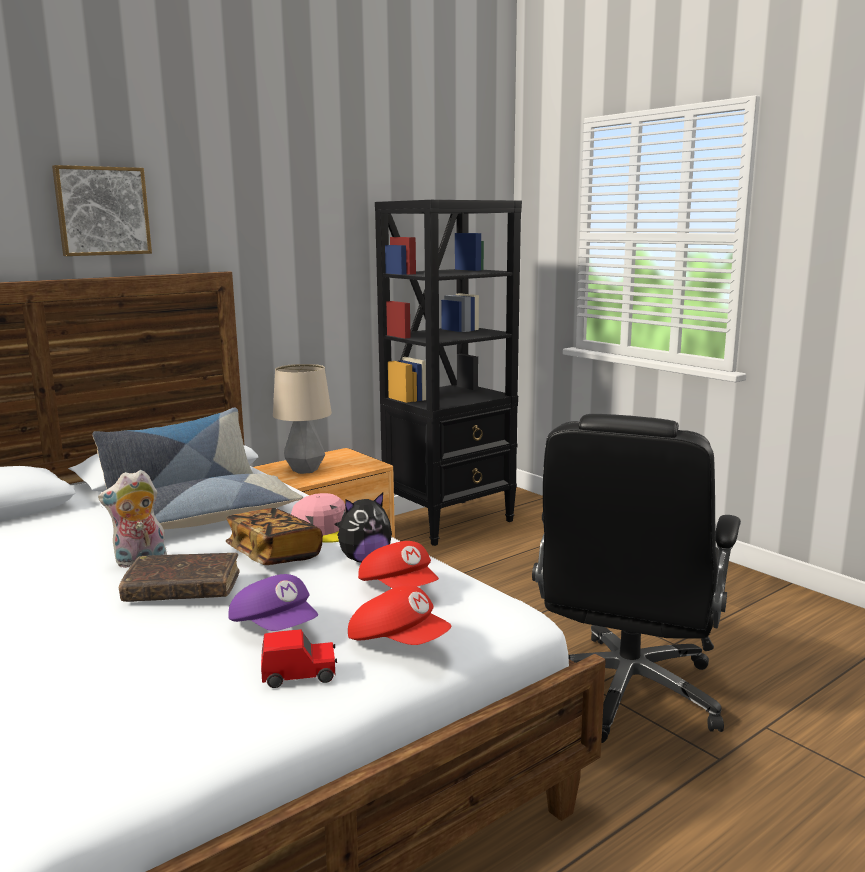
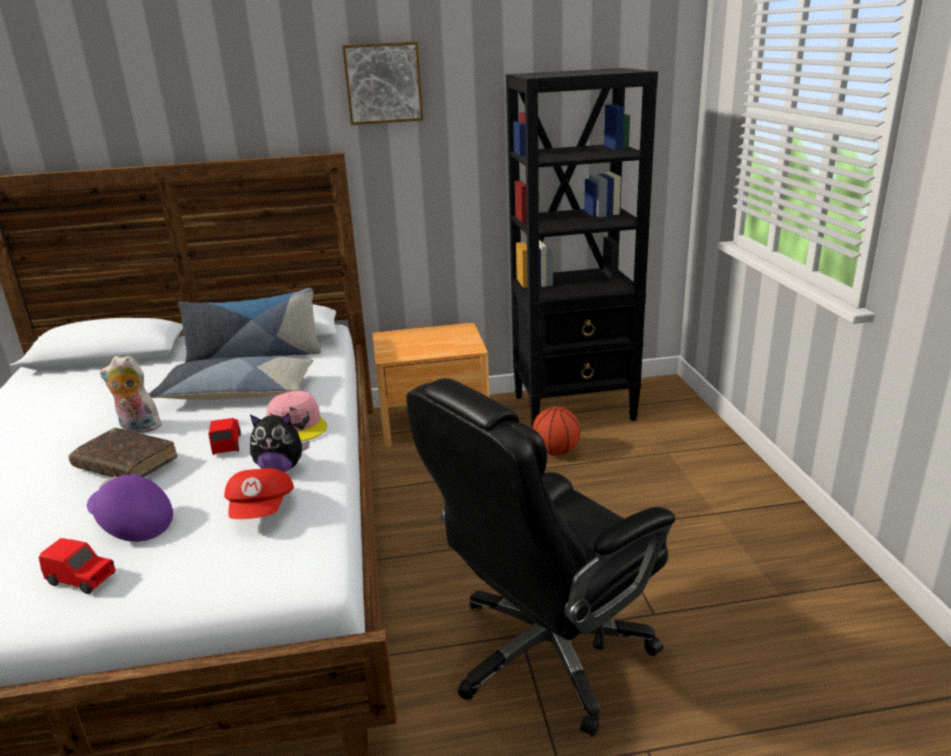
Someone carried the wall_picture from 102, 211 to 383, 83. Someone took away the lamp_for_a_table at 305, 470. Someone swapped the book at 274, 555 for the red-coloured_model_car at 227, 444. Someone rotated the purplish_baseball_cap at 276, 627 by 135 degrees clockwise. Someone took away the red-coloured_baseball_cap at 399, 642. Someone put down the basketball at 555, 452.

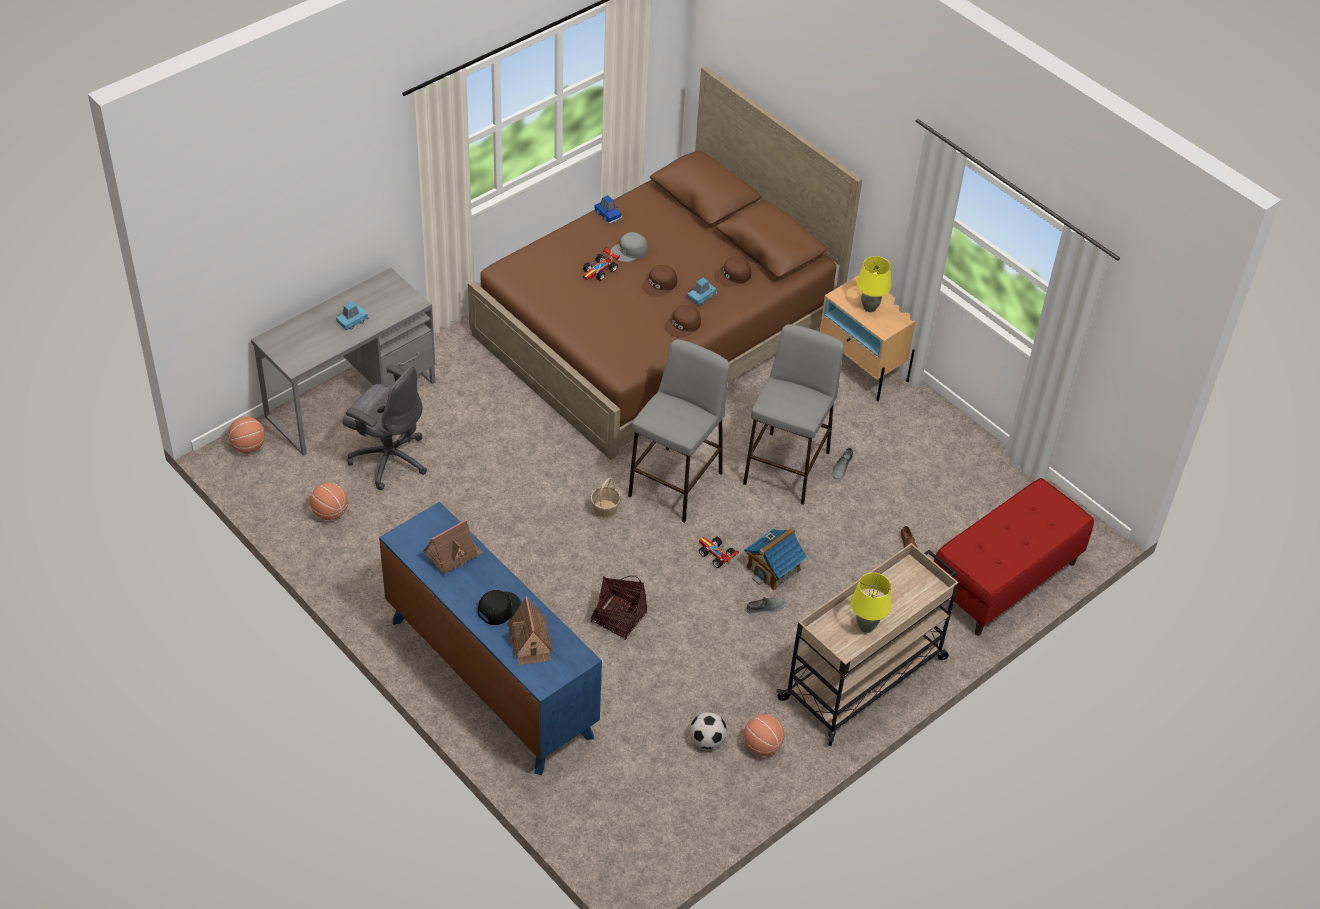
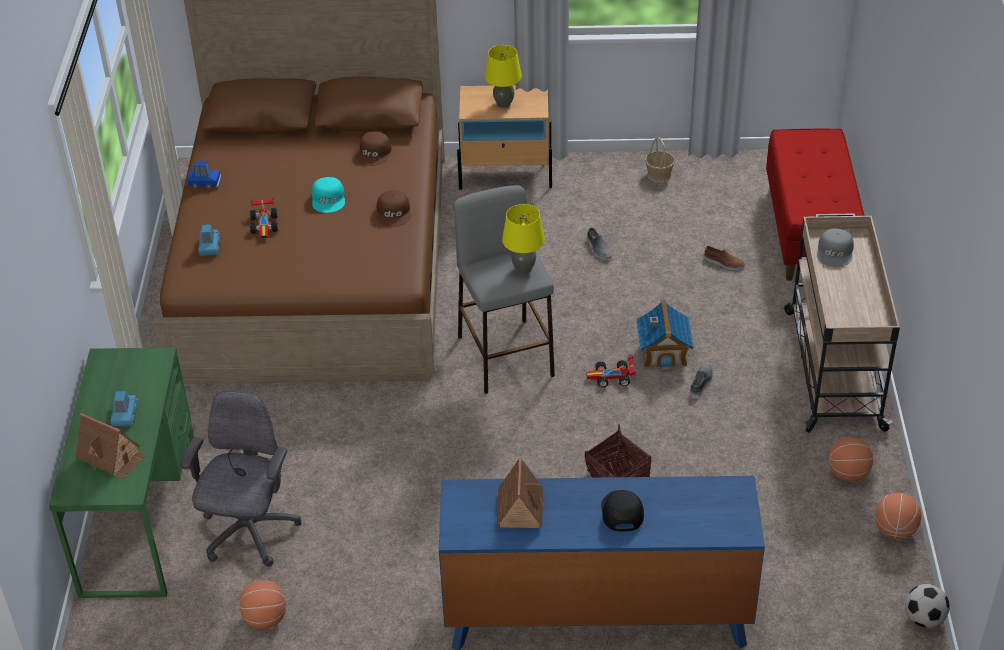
Someone carried the gray_baseball_cap from 629, 251 to 835, 252. Someone repainted the brown-coloured_baseball_cap at 660, 284, which became the turquoise_baseball_cap at 329, 199. Someone repainted the gray_desk_table at 351, 399, which became the green_desk_table at 140, 516. Someone carried the blue_model_car from 701, 296 to 209, 247. Someone took away the gray_sitting_stool at 787, 467. Someone rotated the gray_desk_chair at 388, 459 by 60 degrees counterclockwise. Someone carried the basketball from 248, 446 to 895, 530. Someone carried the basket from 605, 510 to 659, 175. Someone carried the yellow-coloured_lamp_for_a_table from 866, 627 to 524, 269. Someone carried the toy_house from 530, 642 to 111, 457. Someone carried the football_ball from 707, 740 to 923, 619.

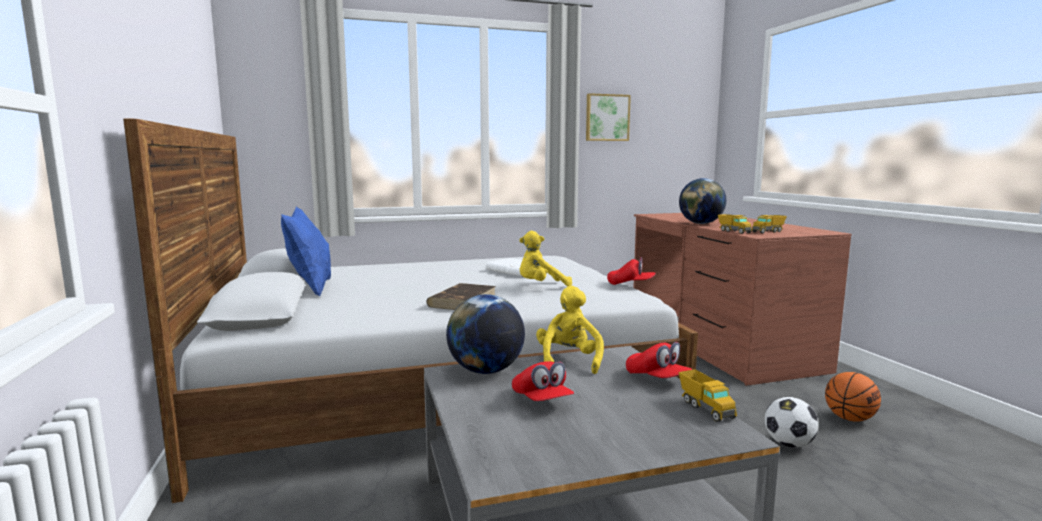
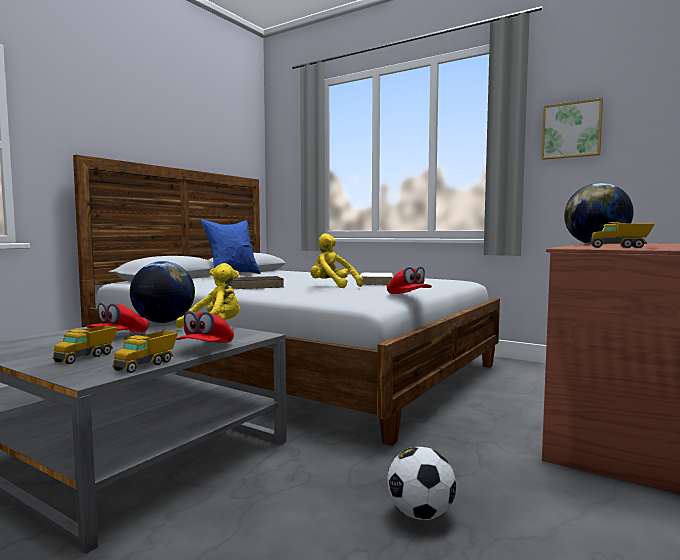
Someone carried the model_truck from 733, 231 to 87, 357. Someone took away the basketball at 849, 418.

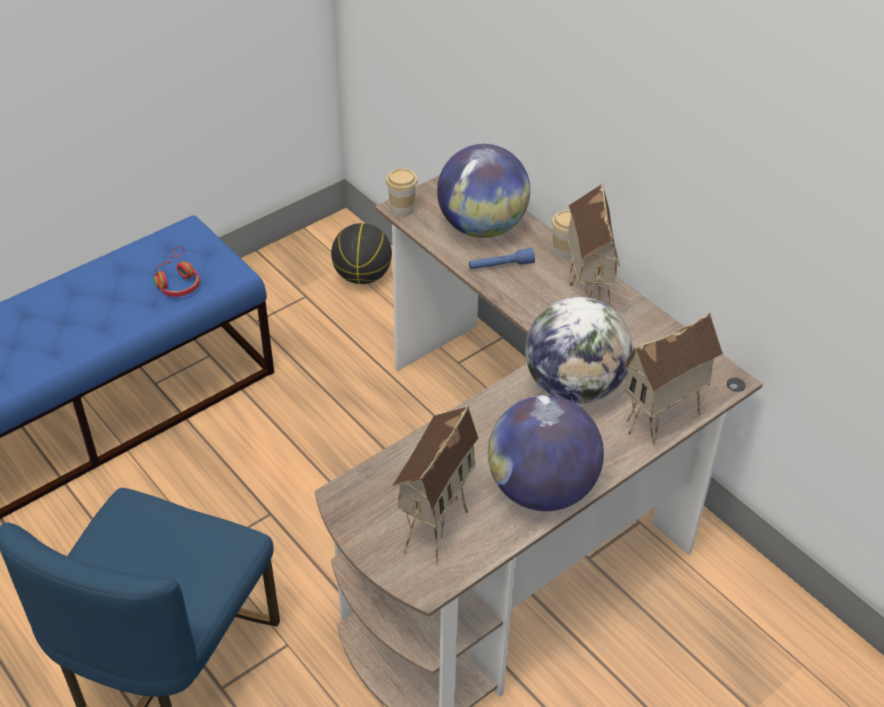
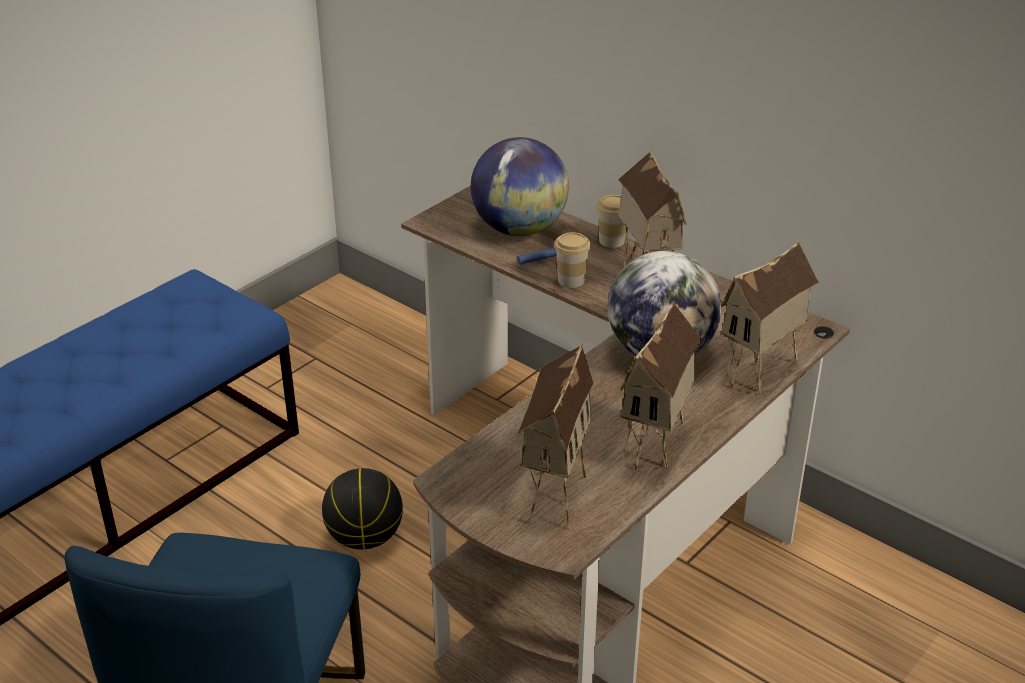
Someone carried the drinking_cup from 402, 209 to 571, 280. Someone carried the basketball from 363, 276 to 365, 537. Someone took away the red-coloured_headphones at 178, 281. Someone swapped the world_globe at 541, 489 for the toy_house at 657, 446.

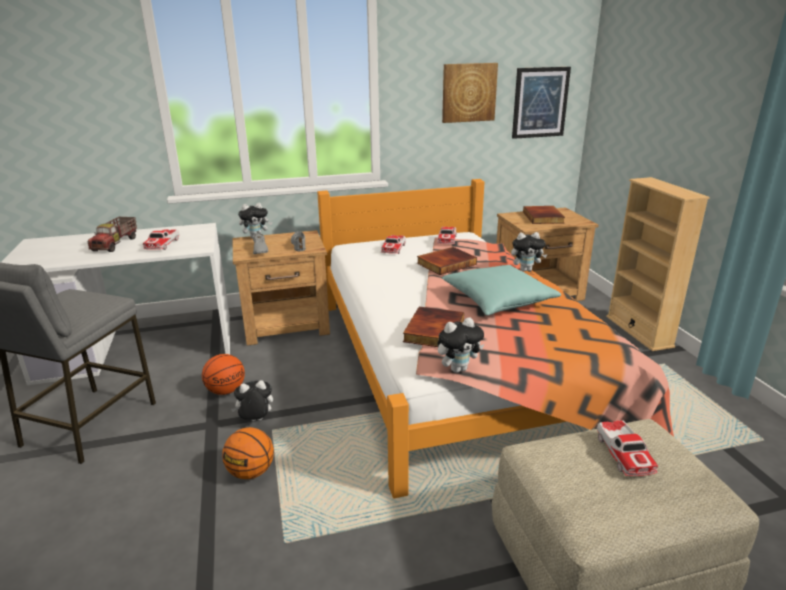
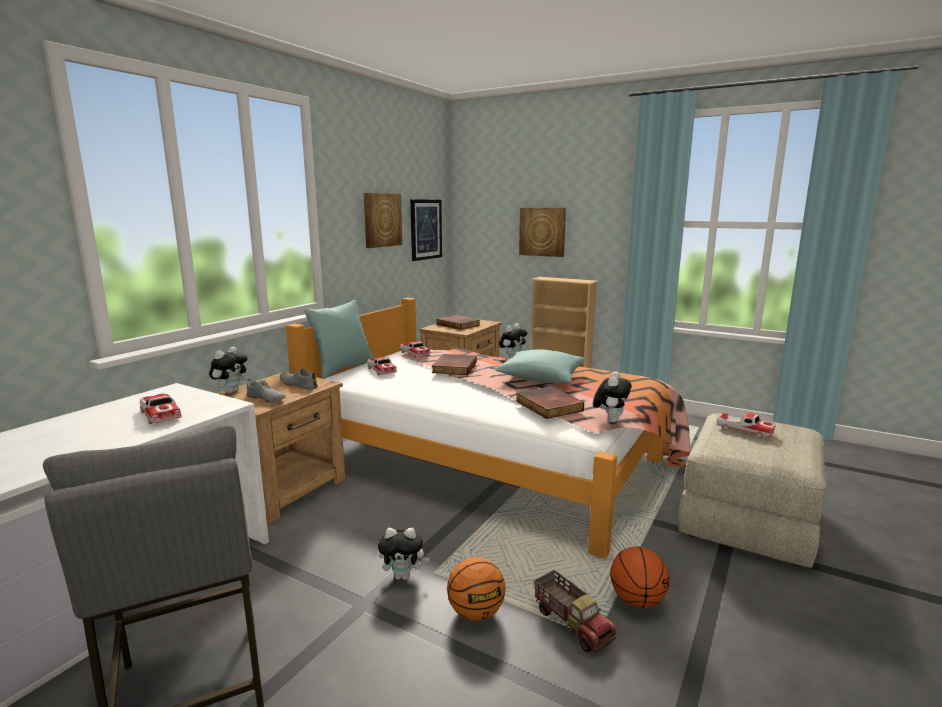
Someone carried the model_truck from 116, 244 to 572, 623. Someone carried the basketball from 226, 391 to 636, 600. Someone rotated the soft_toy at 255, 421 by 120 degrees counterclockwise. Someone put up the wall_picture at 542, 231. Someone put down the turquoise_pillow at 343, 368.

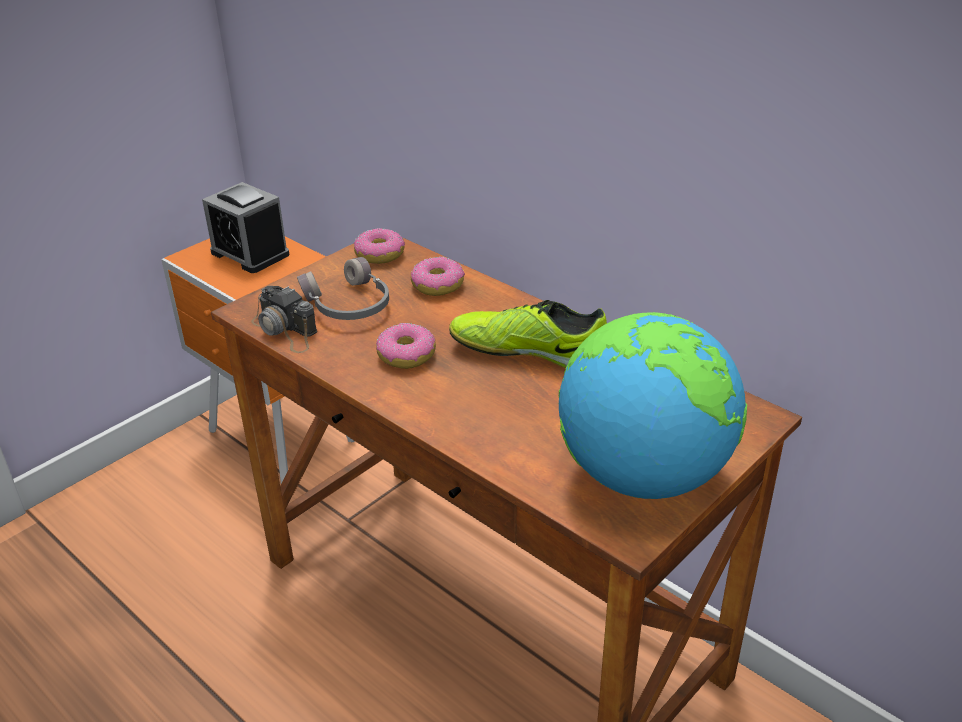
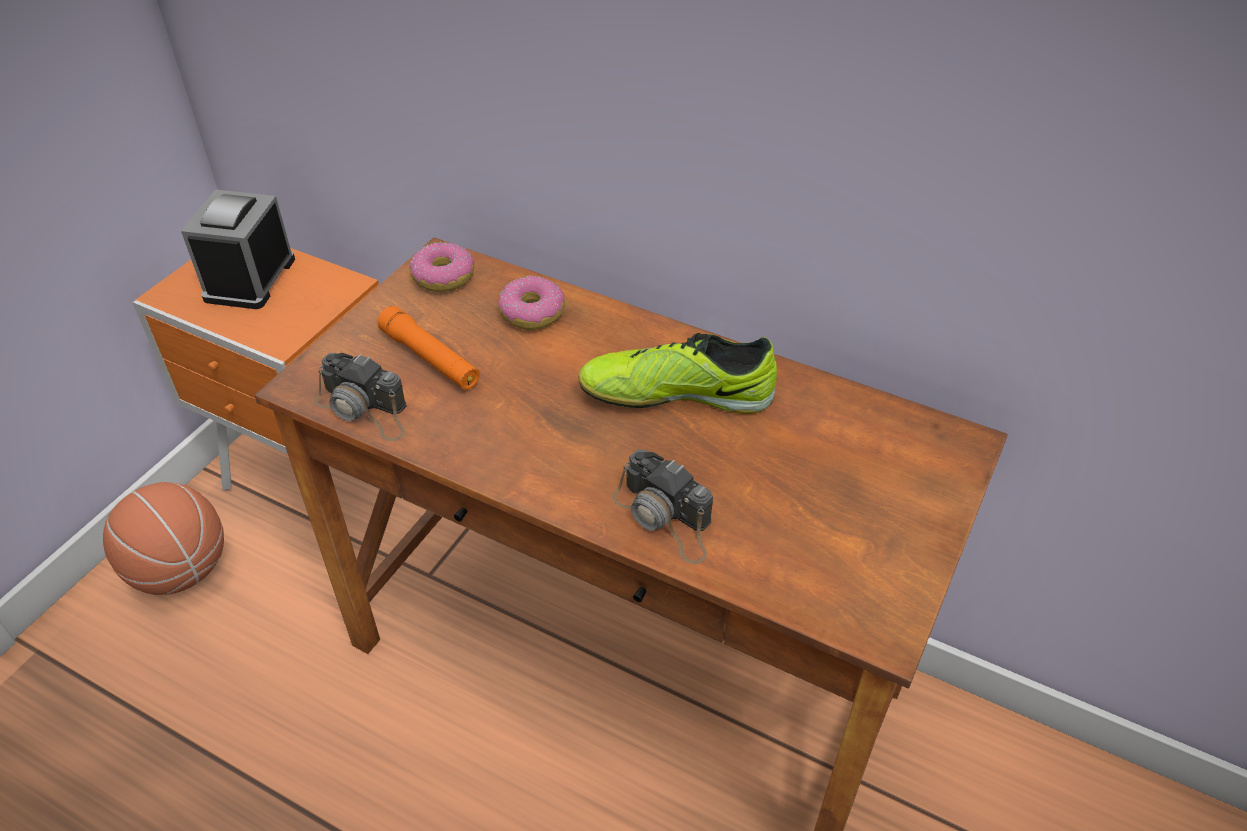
Someone rotated the table_clock at 250, 254 by 75 degrees clockwise. Someone swapped the gray_headphones at 347, 305 for the orangey_hand_torch at 430, 359. Someone took away the world_globe at 643, 475. Someone took away the doughnut at 406, 355. Someone put down the still_camera at 665, 518. Someone put down the basketball at 180, 570.

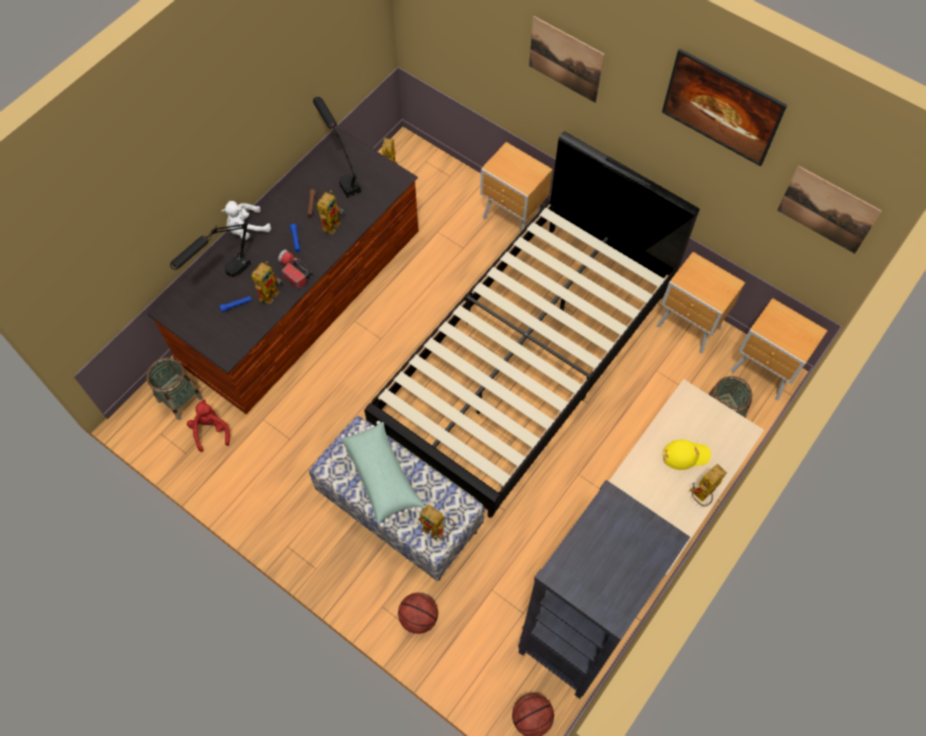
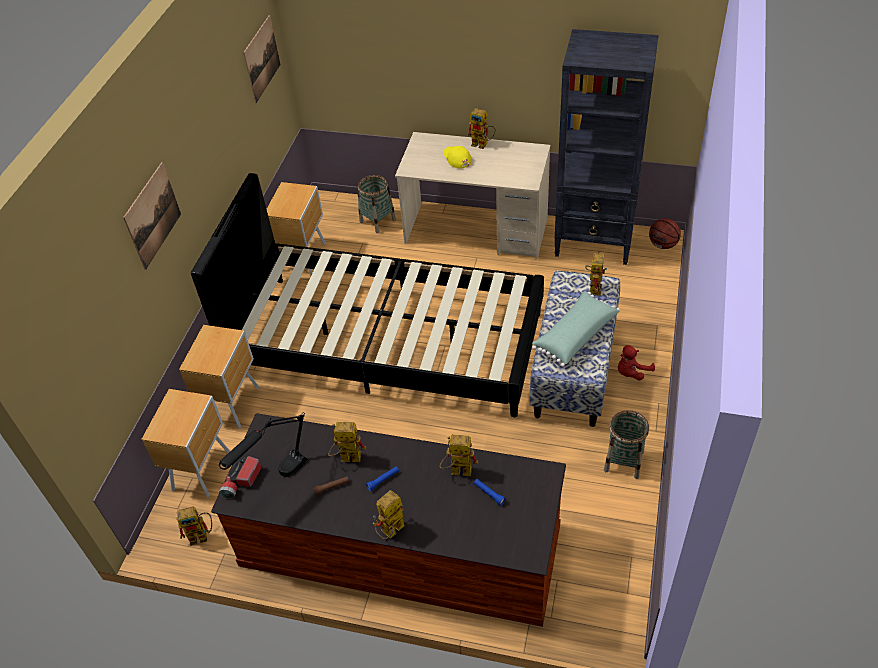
Someone took away the wall_picture at 716, 122. Someone swapped the whitish_soft_toy at 247, 229 for the model_robot at 391, 533. Someone took away the black_lamp_for_a_table at 224, 278. Someone carried the hand_torch from 293, 272 to 241, 481. Someone carried the brown-coloured_nightstand from 764, 374 to 203, 469. Someone carried the basket from 180, 399 to 623, 461. Someone carried the red-coloured_soft_toy from 211, 431 to 631, 372. Someone took away the basketball at 418, 617.

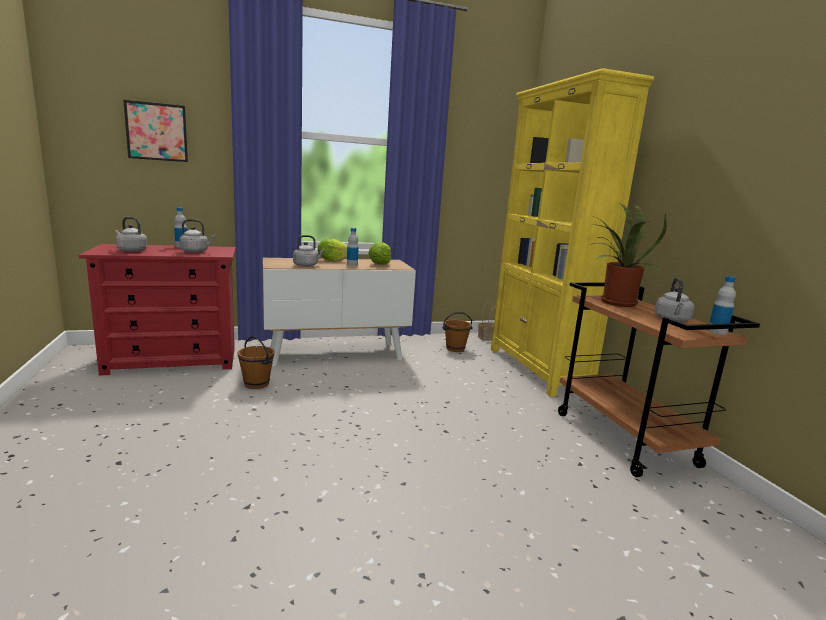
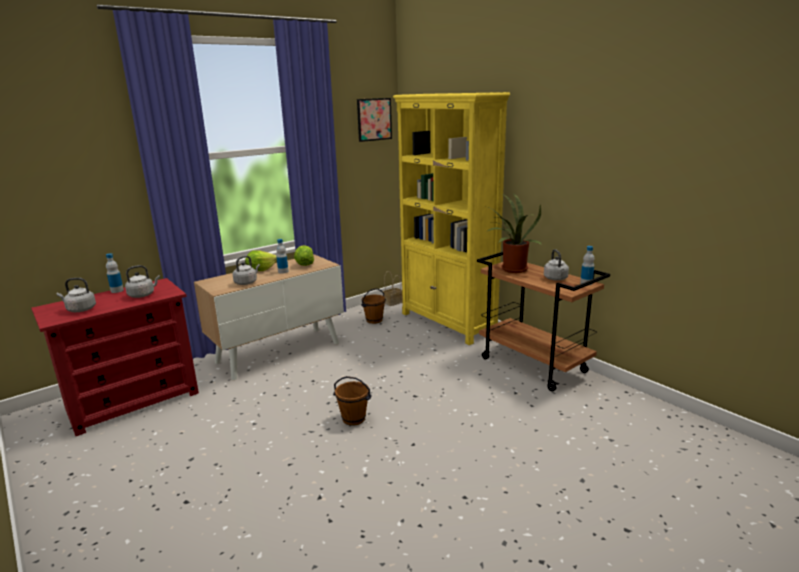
Someone carried the wall_picture from 157, 132 to 374, 119. Someone carried the brown-coloured_water_bucket from 256, 384 to 353, 419.

